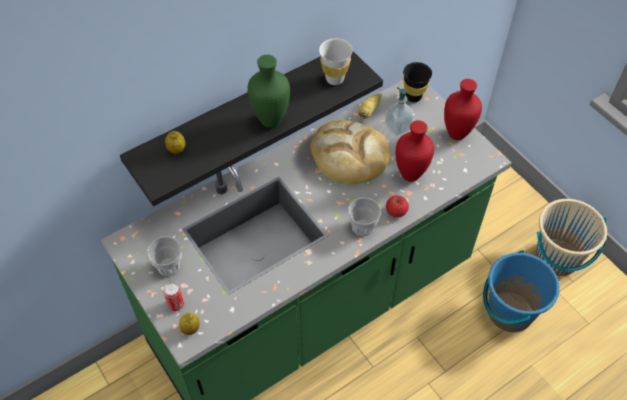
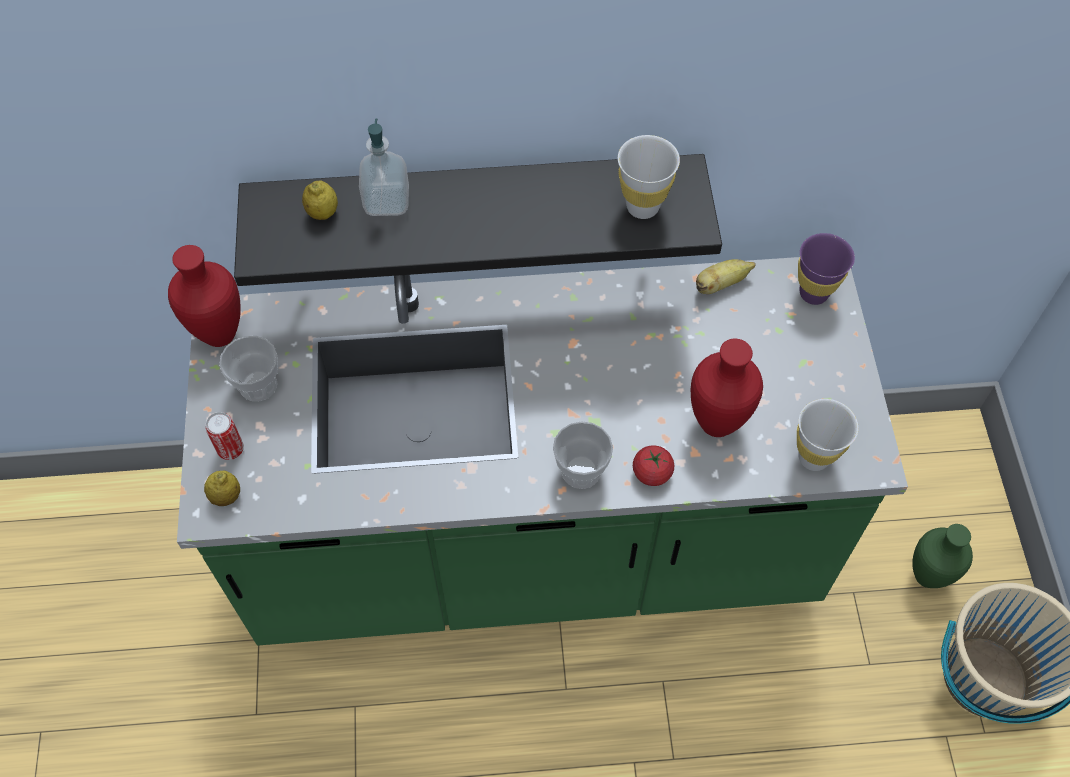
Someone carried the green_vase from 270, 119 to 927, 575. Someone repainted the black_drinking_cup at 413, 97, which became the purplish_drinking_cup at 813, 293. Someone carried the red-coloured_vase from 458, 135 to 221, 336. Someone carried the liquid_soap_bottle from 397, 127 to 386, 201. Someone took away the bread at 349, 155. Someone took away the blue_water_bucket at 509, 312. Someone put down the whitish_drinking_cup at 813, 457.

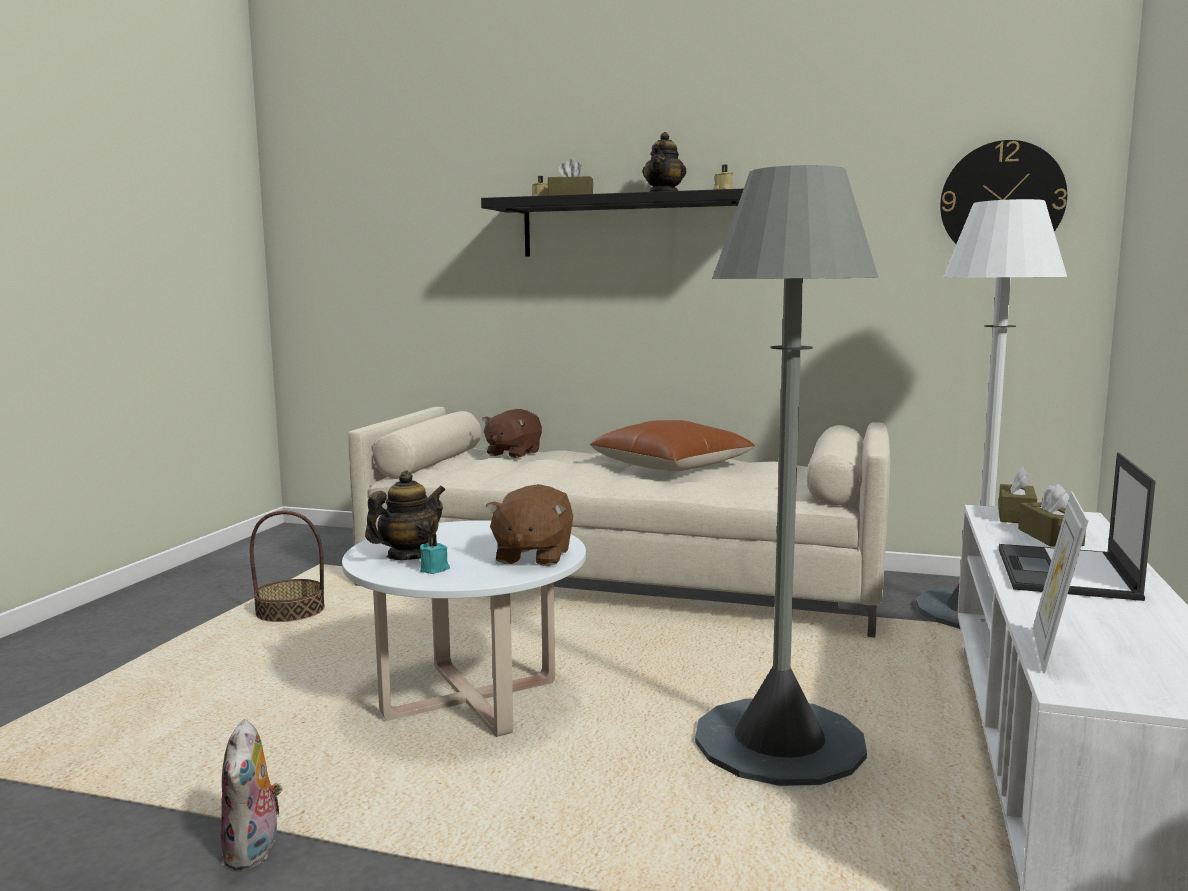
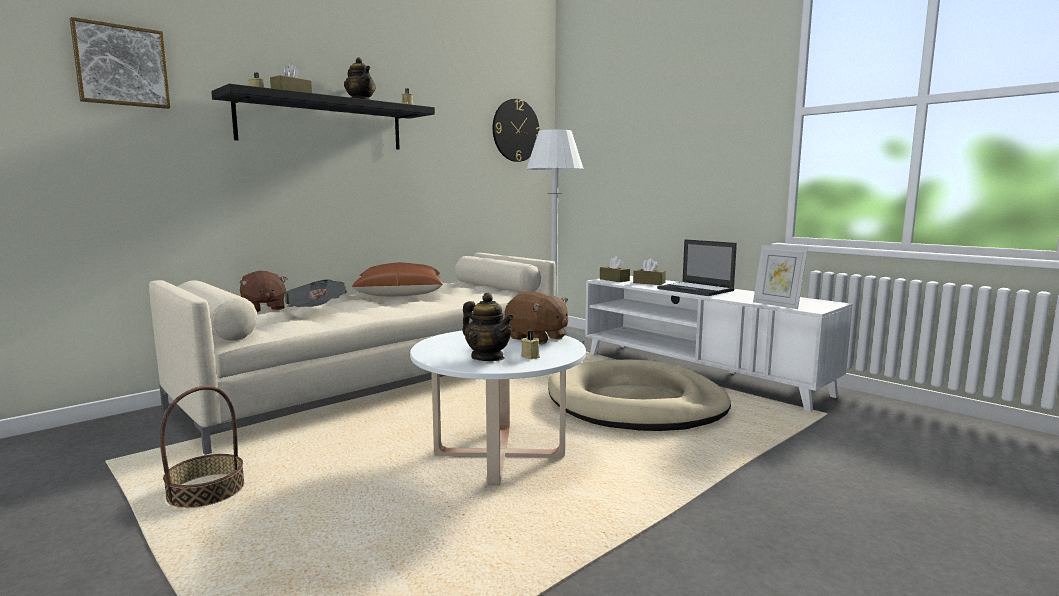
Someone swapped the gray_standard_lamp at 780, 743 for the beige-coloured_dog_cushion at 635, 403. Someone rotated the tea_pot at 408, 556 by 150 degrees clockwise. Someone repainted the turquoise_candle at 435, 569, which became the beige-coloured_candle at 531, 356. Someone took away the soft_toy at 254, 851. Someone put up the wall_picture at 121, 66. Someone put down the newspaper at 316, 311.

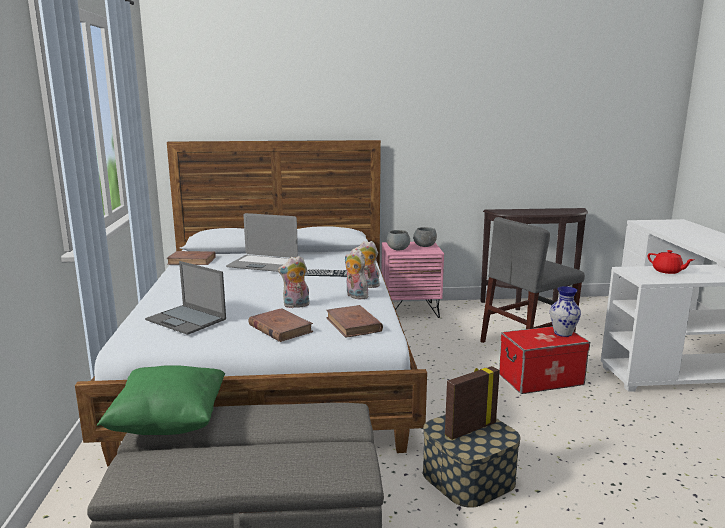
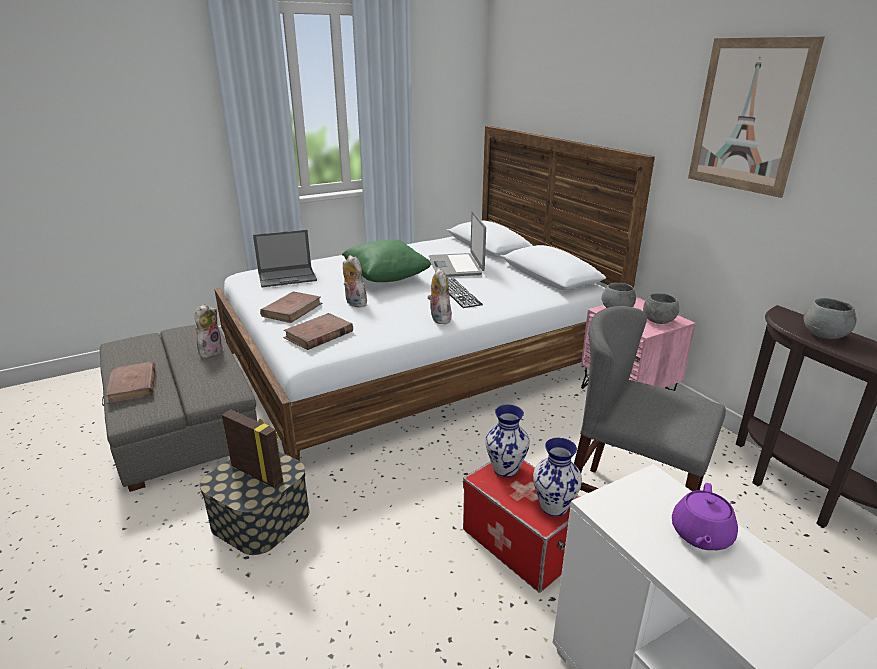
Someone carried the soft_toy from 355, 296 to 210, 351. Someone repainted the red-coloured_tea_pot at 667, 271, which became the purplish_tea_pot at 700, 535. Someone carried the brown-coloured_book from 192, 261 to 132, 385. Someone rotated the portable_computer at 187, 320 by 120 degrees counterclockwise. Someone carried the green_pillow from 169, 423 to 386, 278. Someone put up the wall_picture at 748, 116. Someone put down the gray_serving_bowl at 824, 335. Someone put down the vase at 505, 468.

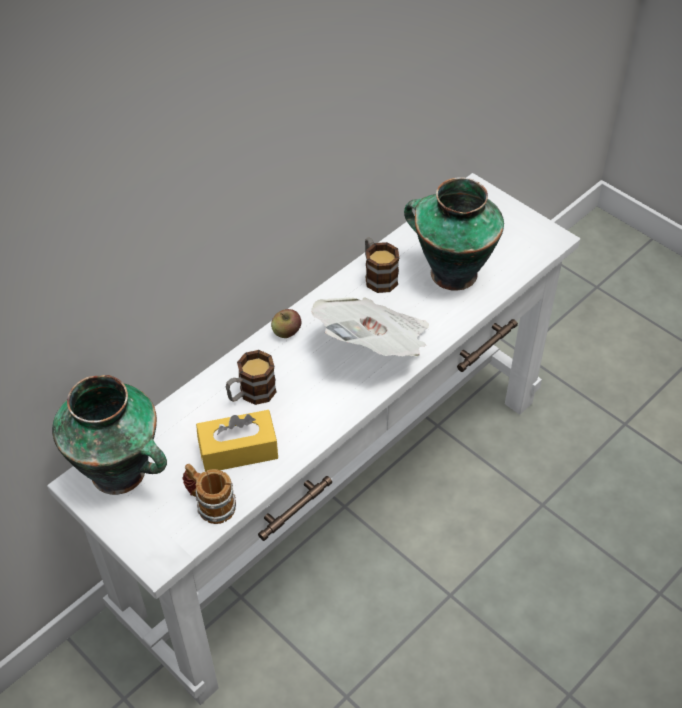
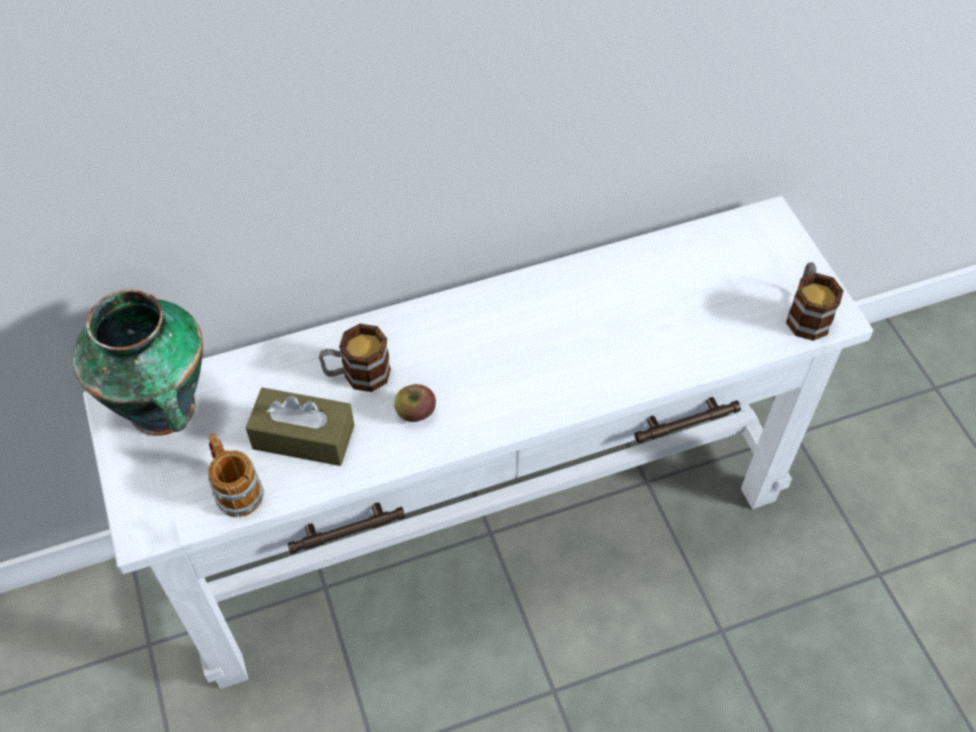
Someone took away the vase at 451, 272. Someone carried the mug from 378, 276 to 806, 314. Someone took away the newspaper at 375, 346. Someone carried the apple from 287, 332 to 415, 413. Someone repainted the yellow-coloured_tissue_holder at 238, 450, which became the brown-coloured_tissue_holder at 303, 437.

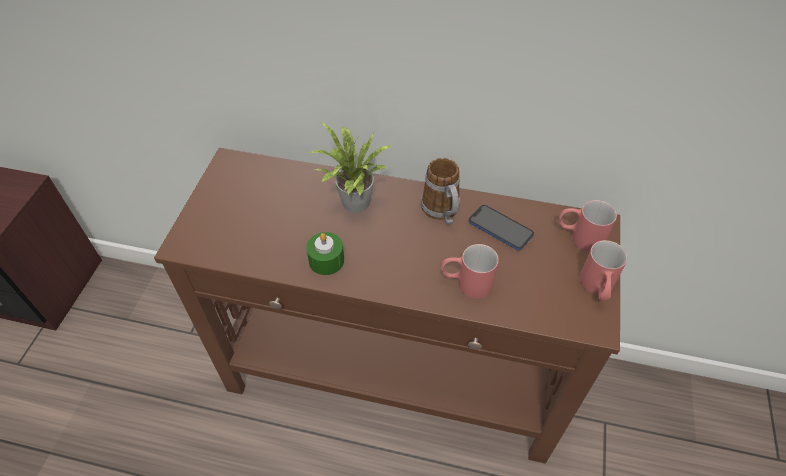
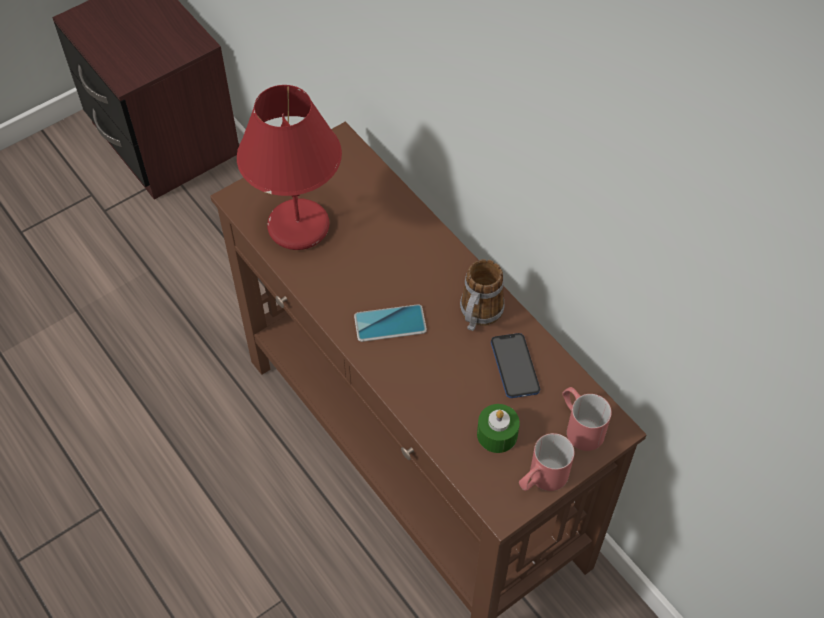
Someone took away the houseplant at 353, 204. Someone carried the green_candle from 326, 260 to 497, 434. Someone took away the red-coloured_mug at 466, 283. Someone put down the red-coloured_lamp_for_a_table at 297, 226. Someone put down the telephone at 390, 323.

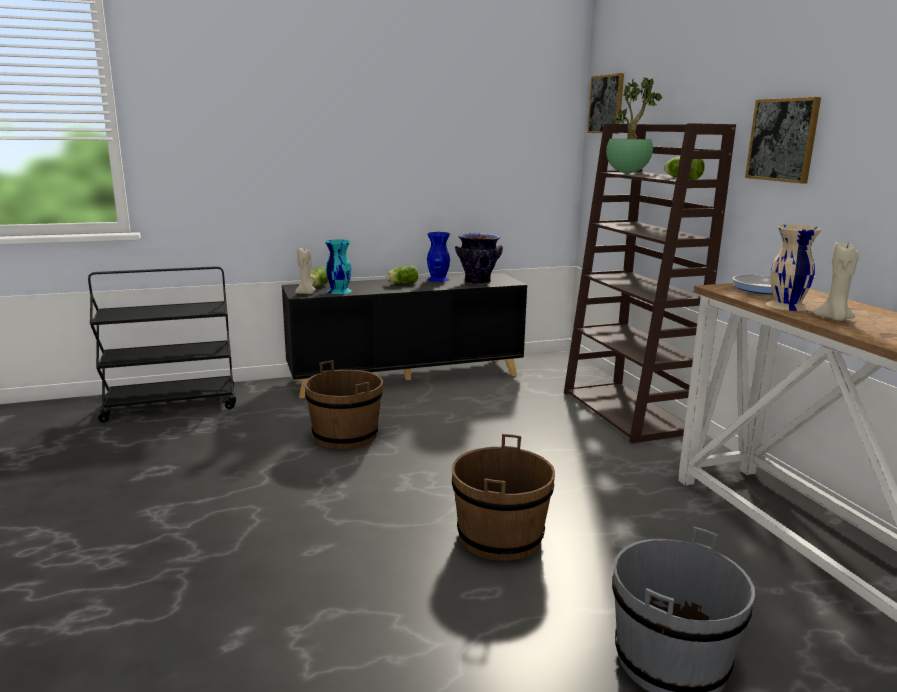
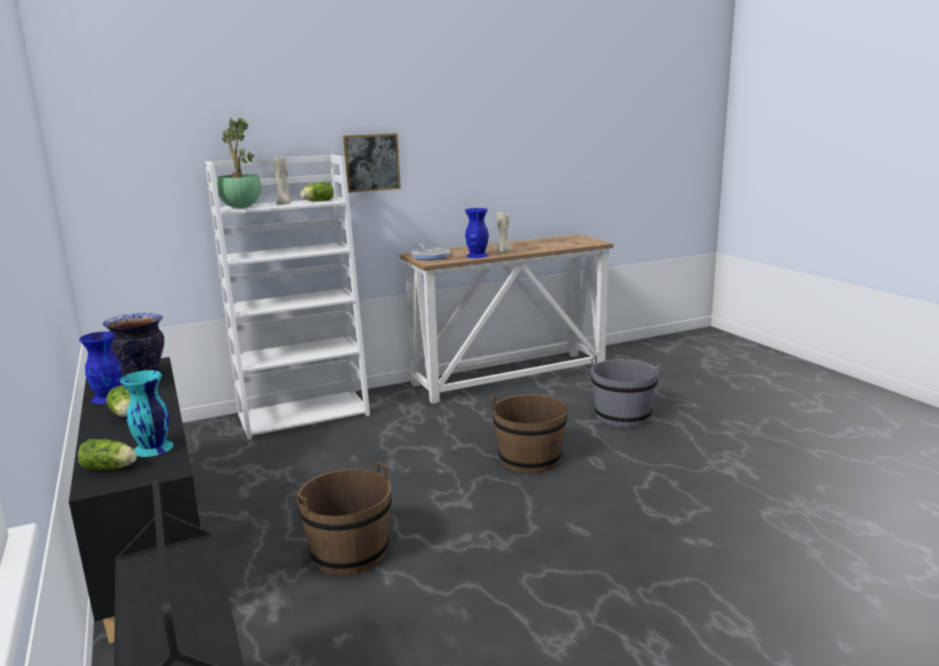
Someone took away the wall_picture at 606, 104. Someone repainted the brown-coloured_bookshelf at 627, 412, which became the whitish_bookshelf at 304, 414. Someone repainted the beige-coloured_vase at 785, 306, which became the blue_vase at 477, 255. Someone carried the beige-coloured_candle from 306, 293 to 284, 203.

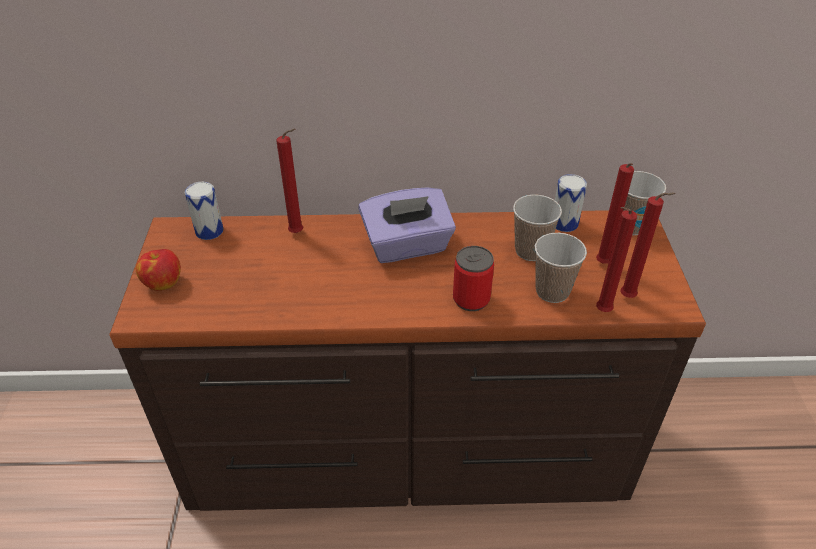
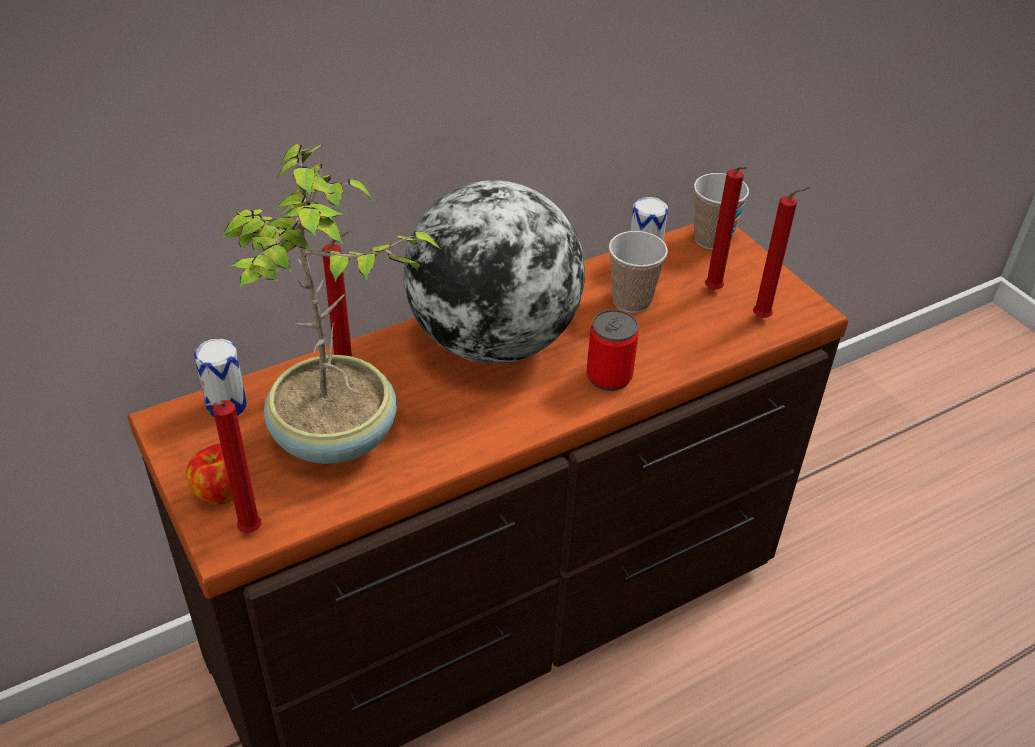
Someone swapped the purplish_tissue_holder at 407, 246 for the world_globe at 492, 341. Someone carried the red-coloured_candle from 601, 312 to 247, 533. Someone took away the drinking_cup at 552, 291. Someone put down the houseplant at 335, 439.

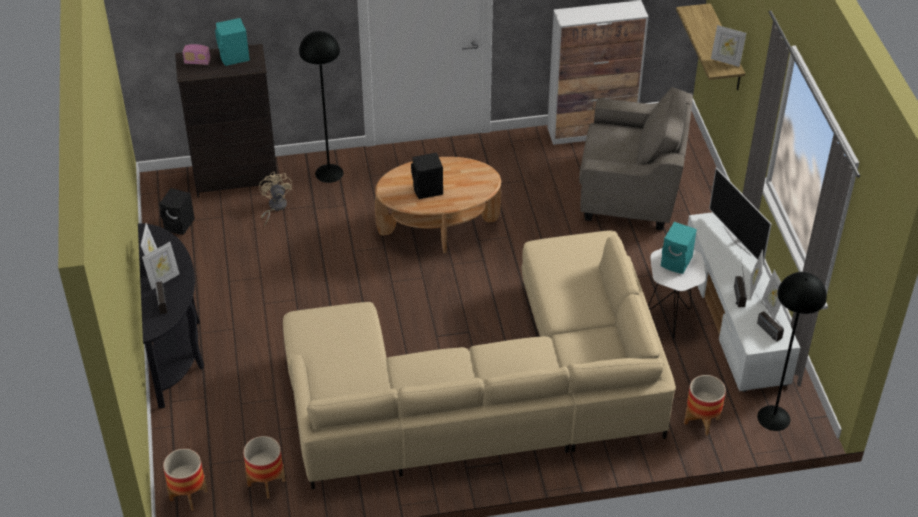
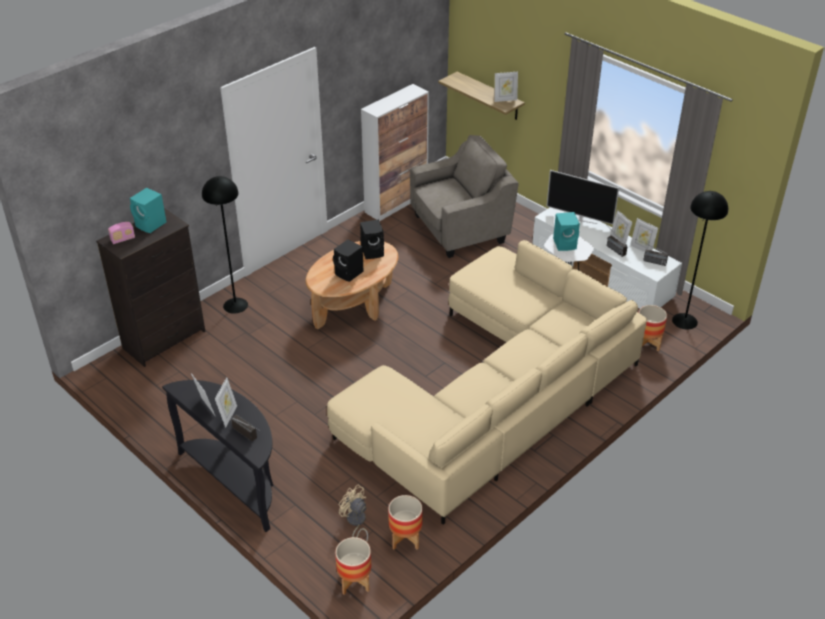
Someone carried the beige-coloured_fan from 275, 207 to 356, 522. Someone carried the black_loudspeaker from 180, 225 to 373, 252.

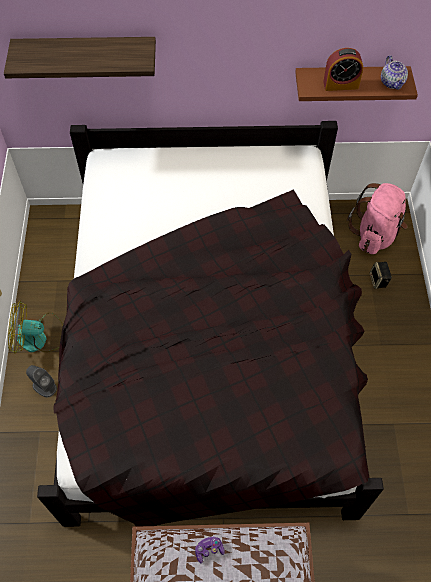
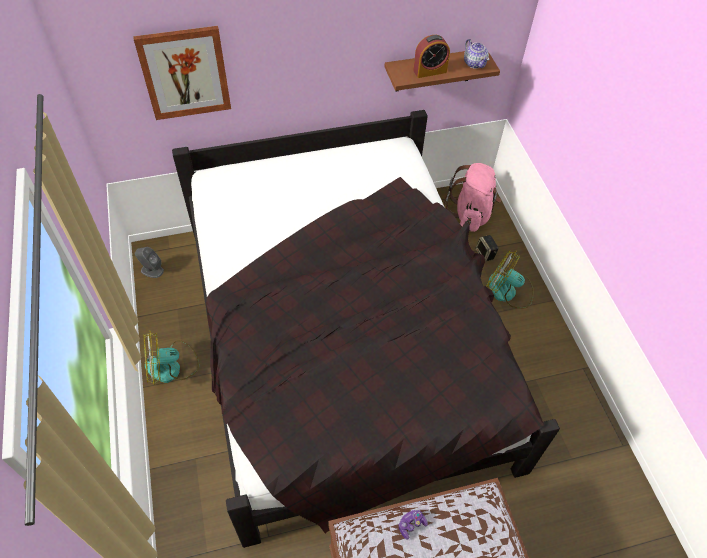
Someone swapped the wall_shelf at 86, 54 for the wall_picture at 185, 73. Someone carried the gray_loudspeaker from 44, 386 to 152, 270. Someone put down the fan at 508, 292.

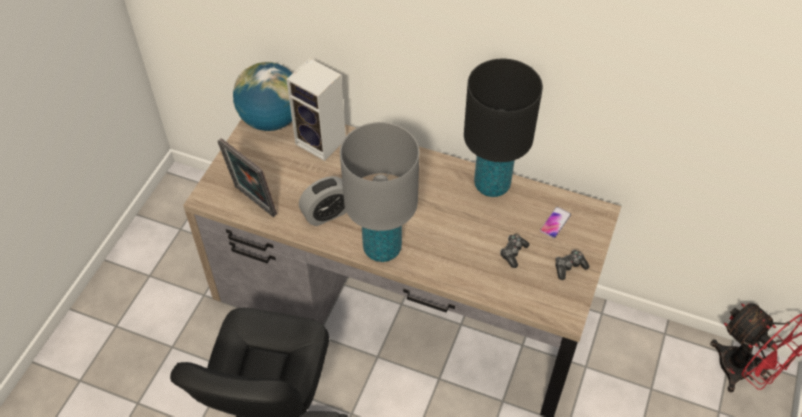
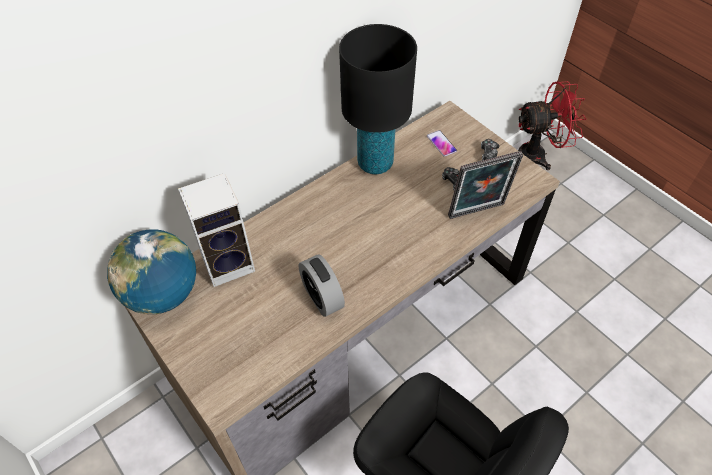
Someone took away the gray_lamp_for_a_table at 382, 248. Someone carried the photo_frame from 253, 202 to 477, 212. Someone rotated the table_clock at 327, 213 by 150 degrees clockwise.

